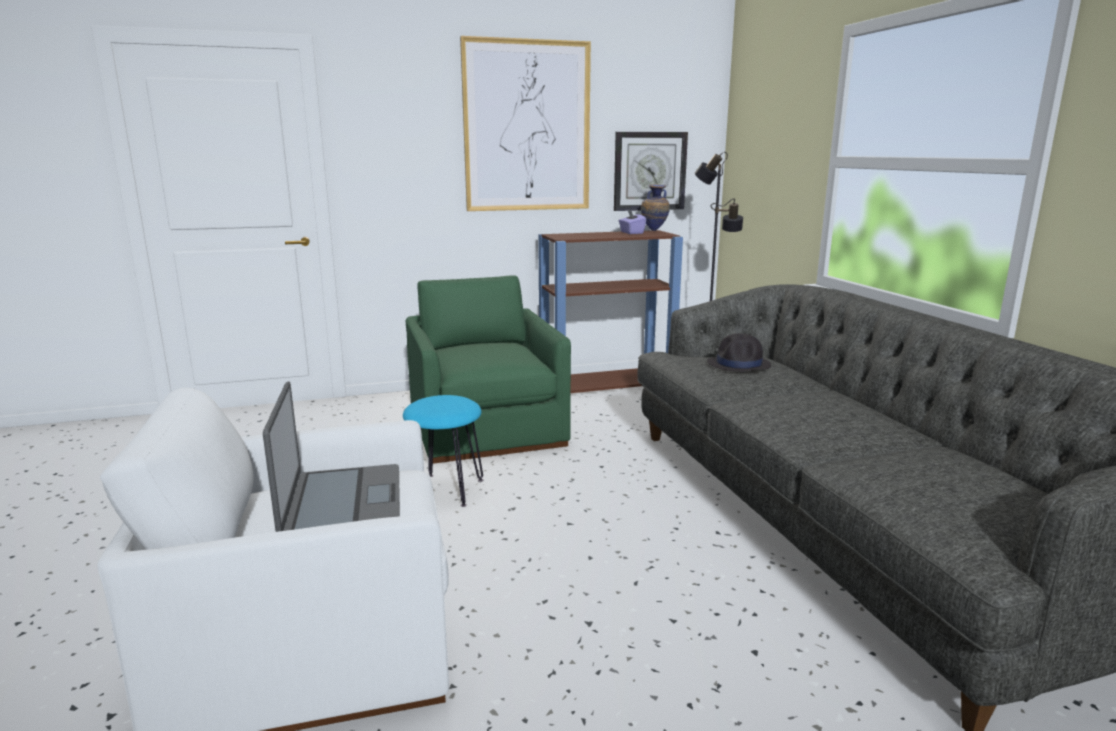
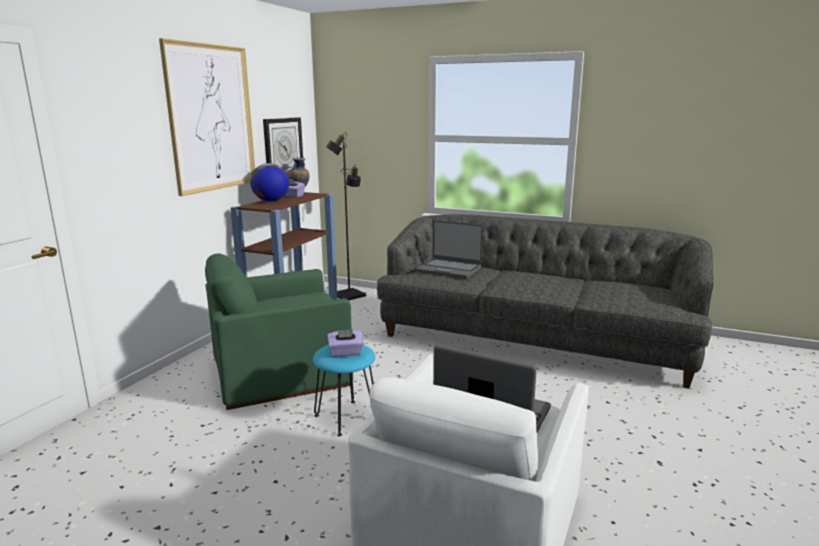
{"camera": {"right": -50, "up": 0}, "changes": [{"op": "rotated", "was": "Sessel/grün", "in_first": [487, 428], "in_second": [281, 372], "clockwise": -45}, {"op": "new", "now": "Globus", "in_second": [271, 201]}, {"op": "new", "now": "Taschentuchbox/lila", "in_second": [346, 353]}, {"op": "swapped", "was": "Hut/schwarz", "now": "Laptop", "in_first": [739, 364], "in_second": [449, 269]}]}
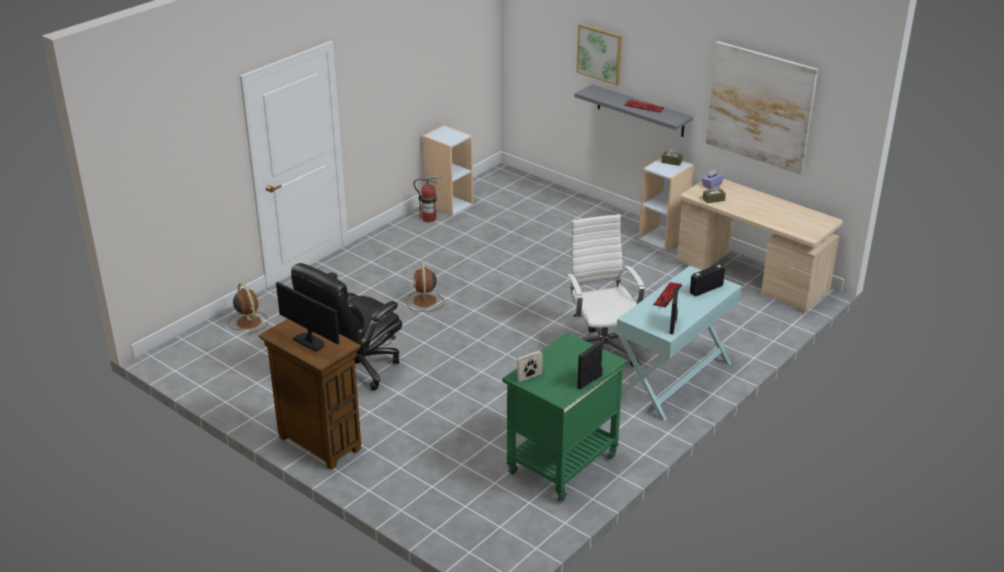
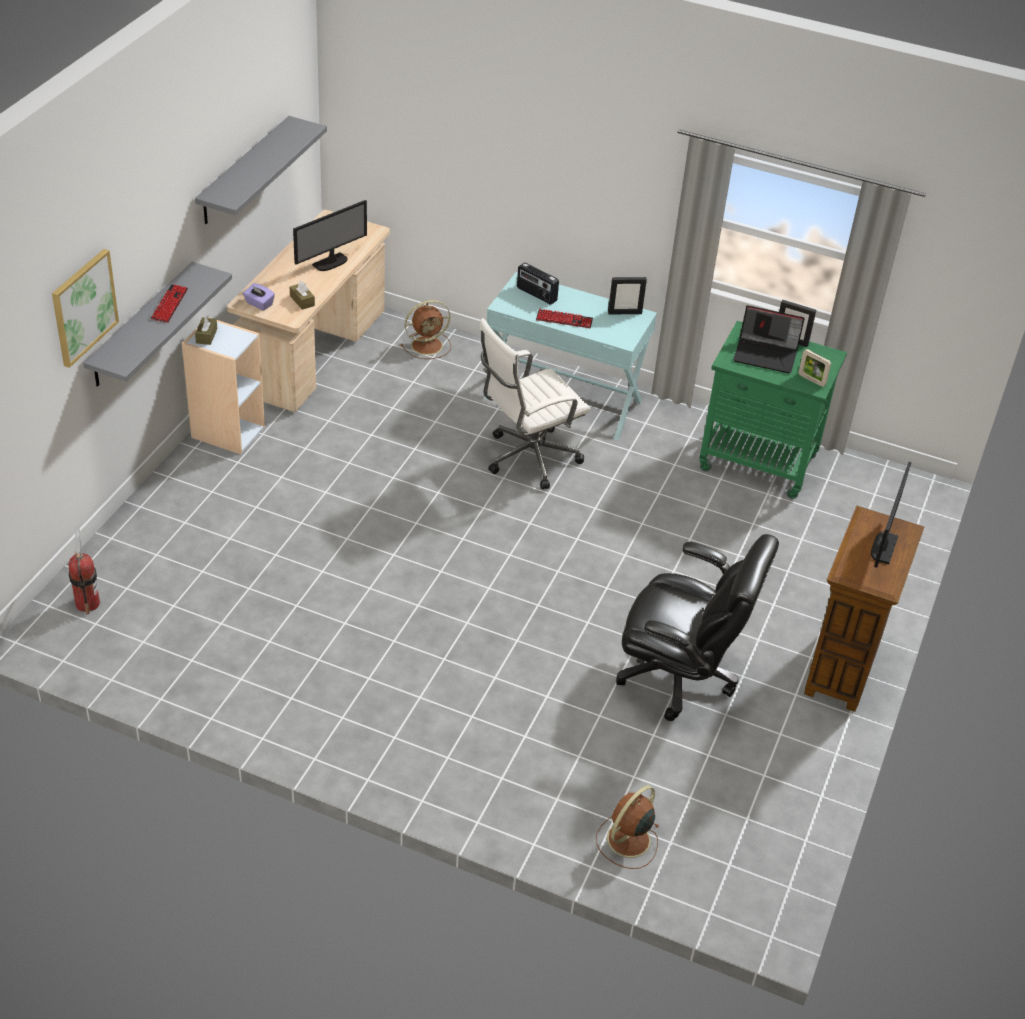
{"camera": {"right": -110, "up": 10}, "changes": [{"op": "shifted", "was": "Feuerlöscher", "in_first": [429, 219], "in_second": [87, 603]}, {"op": "swapped", "was": "Bild", "now": "Wandregal/grau", "in_first": [760, 107], "in_second": [244, 171]}, {"op": "new", "now": "Monitor", "in_second": [331, 263]}, {"op": "shifted", "was": "Ventilator/braun", "in_first": [424, 302], "in_second": [428, 345]}, {"op": "new", "now": "Laptop", "in_second": [766, 354]}, {"op": "gone", "was": "Bücherregal", "in_first": [448, 204]}]}
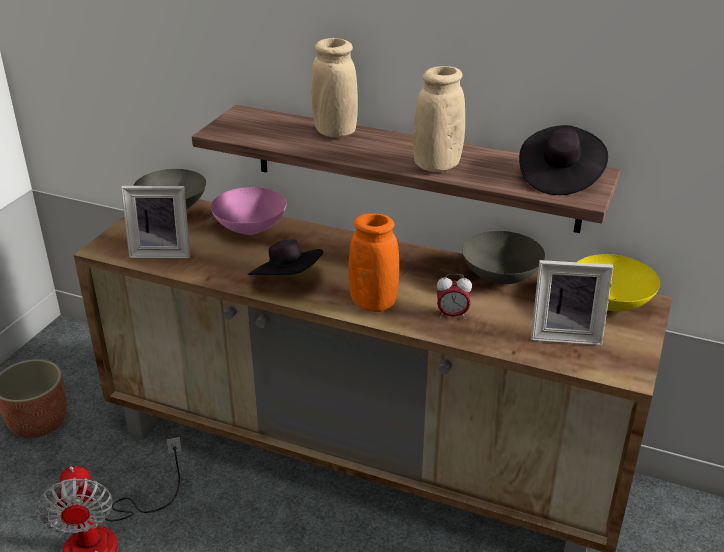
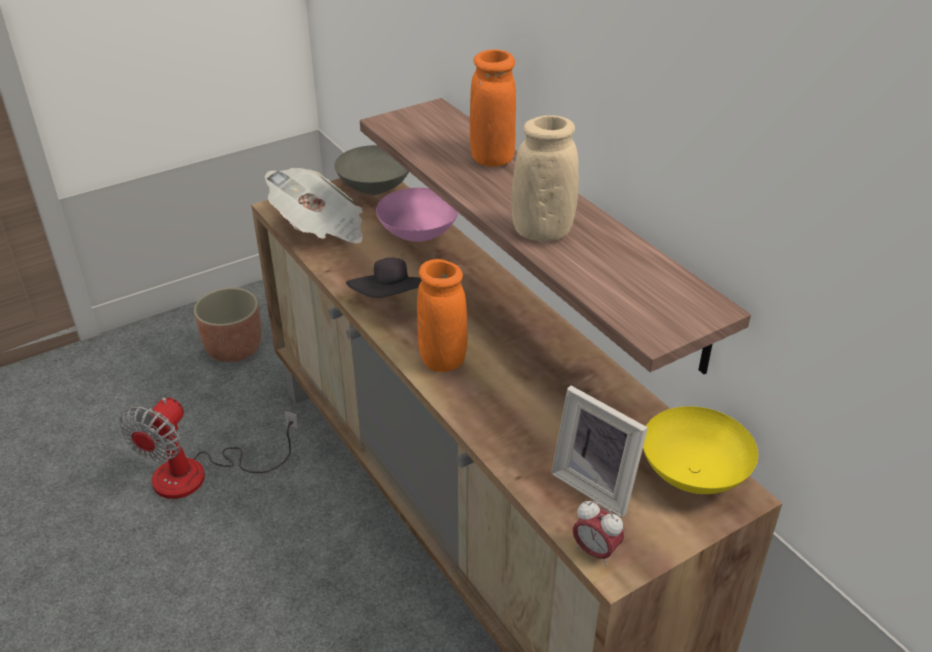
{"camera": {"right": 35, "up": 5}, "changes": [{"op": "swapped", "was": "Bilderrahmen", "now": "Zeitung", "in_first": [162, 251], "in_second": [320, 228]}, {"op": "repainted", "was": "Vase/beige", "now": "Vase/orange", "in_first": [335, 132], "in_second": [492, 158]}, {"op": "shifted", "was": "Wecker", "in_first": [452, 315], "in_second": [595, 551]}, {"op": "gone", "was": "Schüssel/grau", "in_first": [500, 277]}, {"op": "gone", "was": "Hut/schwarz", "in_first": [559, 178]}]}
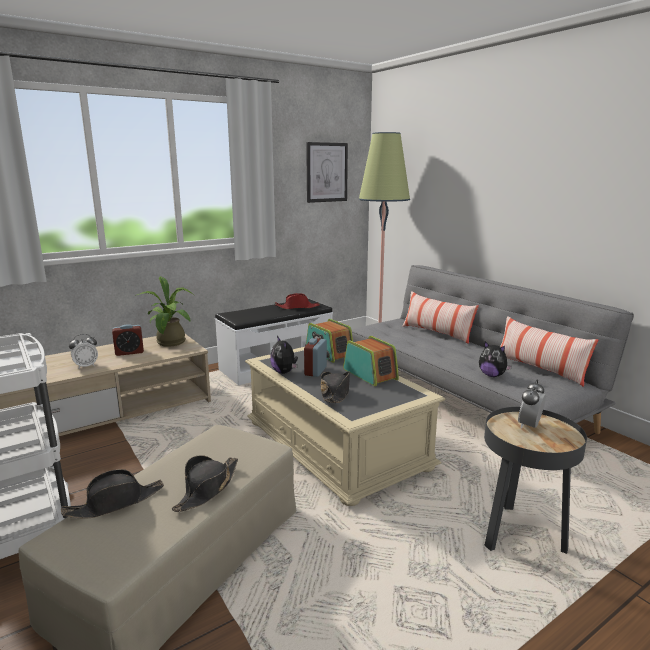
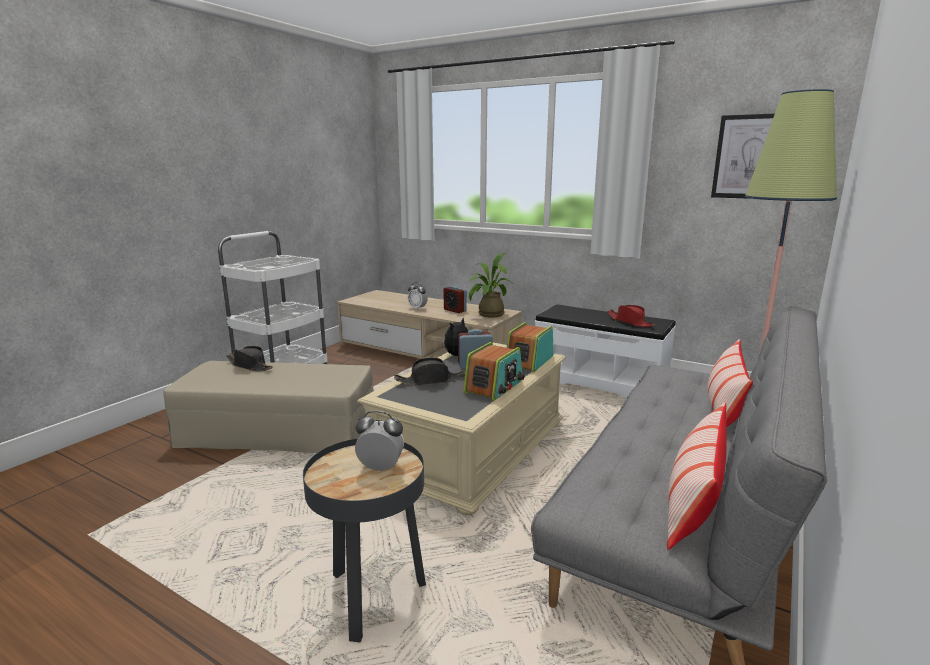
{"camera": {"right": 65, "up": 0}, "changes": [{"op": "gone", "was": "Hut/schwarz", "in_first": [207, 489]}, {"op": "gone", "was": "Plüschtier", "in_first": [492, 375]}]}
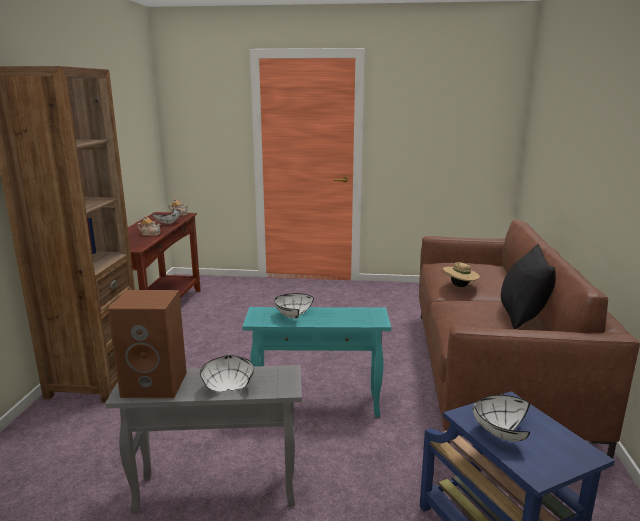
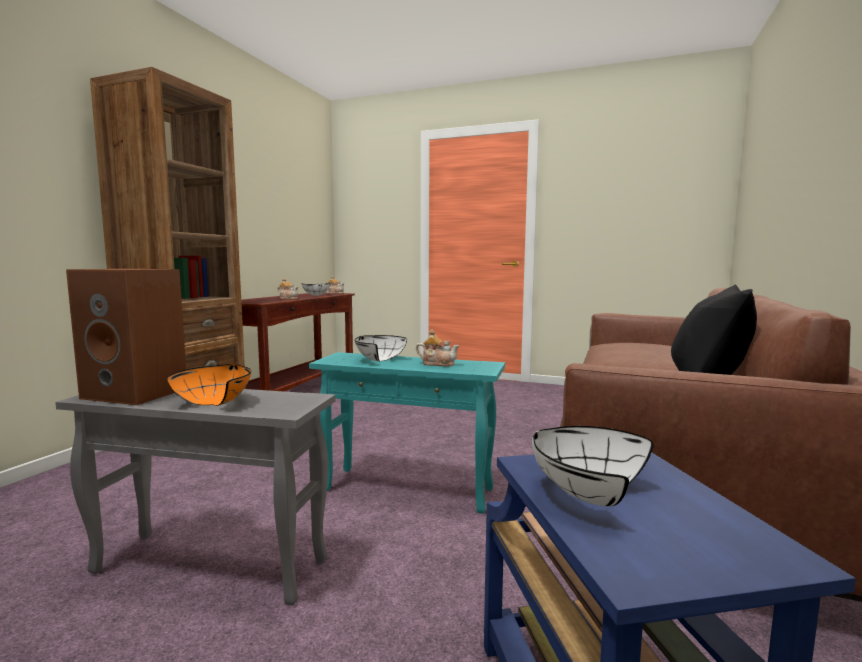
{"camera": {"right": 15, "up": -10}, "changes": [{"op": "repainted", "was": "Schüssel/weiß", "now": "Schüssel/orange", "in_first": [228, 386], "in_second": [217, 402]}, {"op": "new", "now": "Teekanne", "in_second": [437, 363]}, {"op": "gone", "was": "Hut/beige", "in_first": [460, 286]}]}
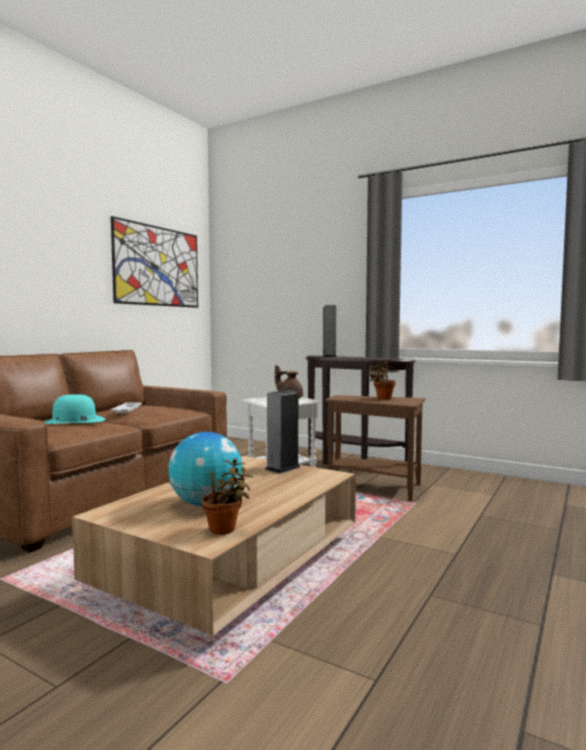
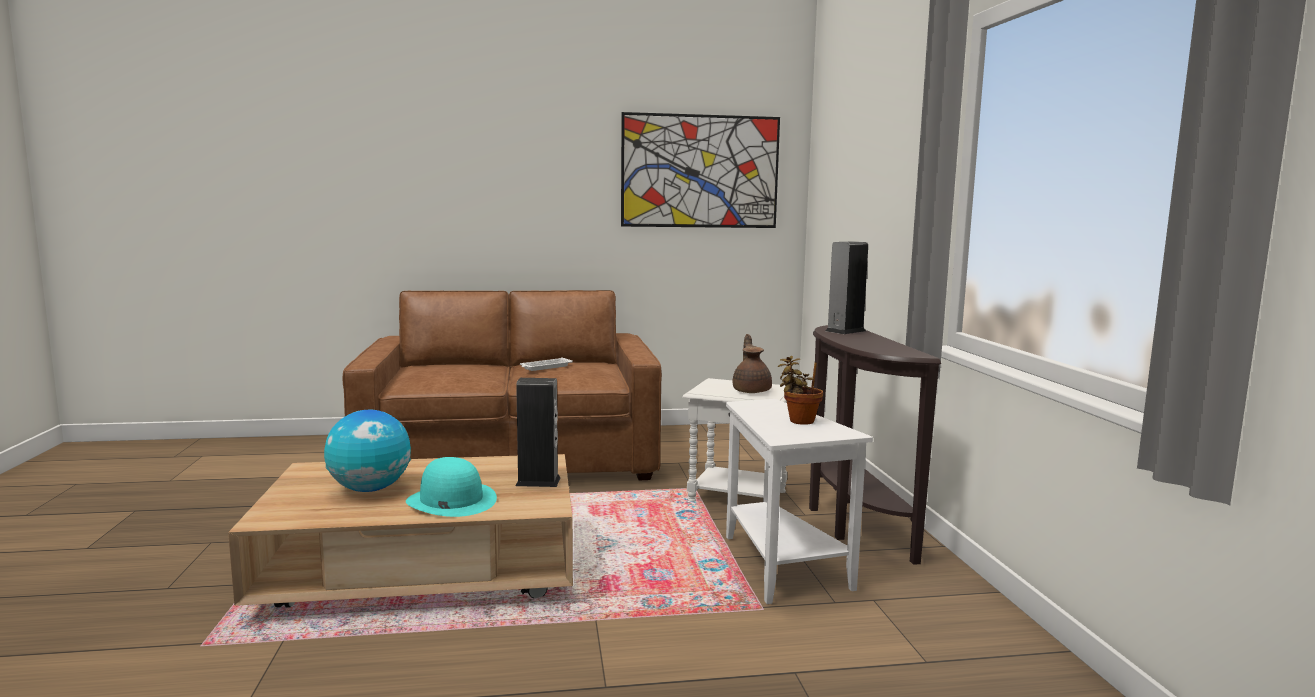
{"camera": {"right": 50, "up": 5}, "changes": [{"op": "shifted", "was": "Hut/türkis", "in_first": [74, 421], "in_second": [451, 500]}, {"op": "repainted", "was": "Beistelltisch/braun", "now": "Beistelltisch/weiß", "in_first": [377, 487], "in_second": [781, 567]}, {"op": "gone", "was": "Topfpflanze", "in_first": [225, 529]}]}
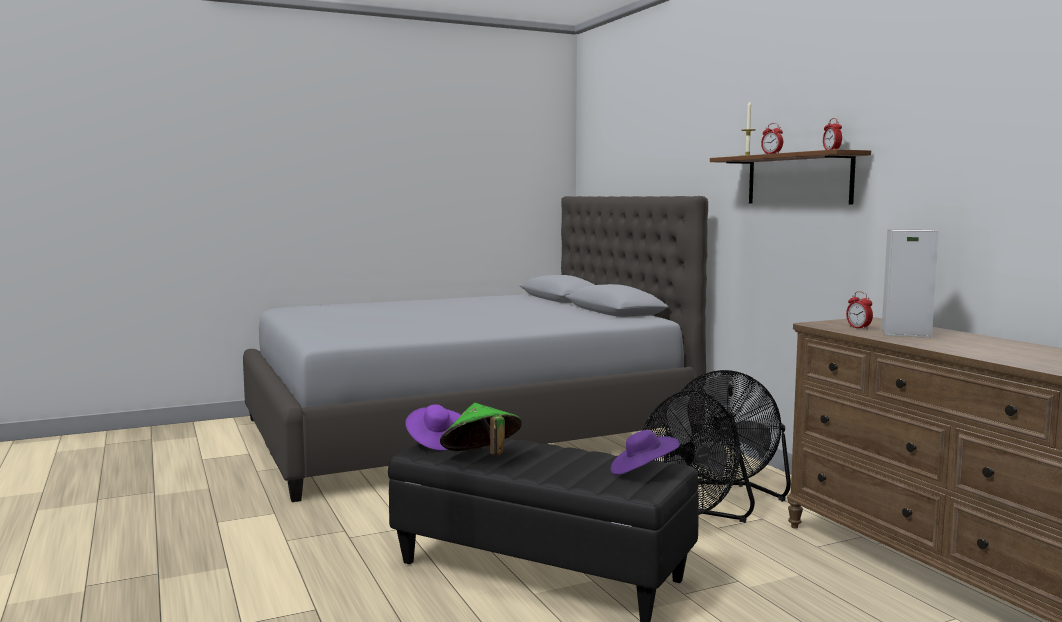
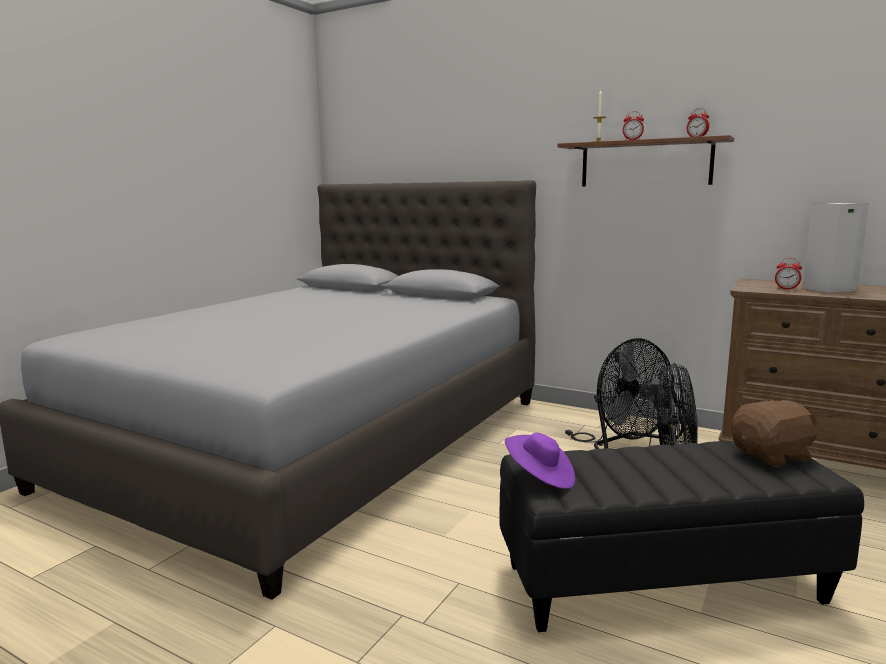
{"camera": {"right": -35, "up": 5}, "changes": [{"op": "swapped", "was": "Hut/lila", "now": "Plüschtier/braun", "in_first": [642, 472], "in_second": [772, 455]}, {"op": "gone", "was": "Hut/grün", "in_first": [481, 458]}]}
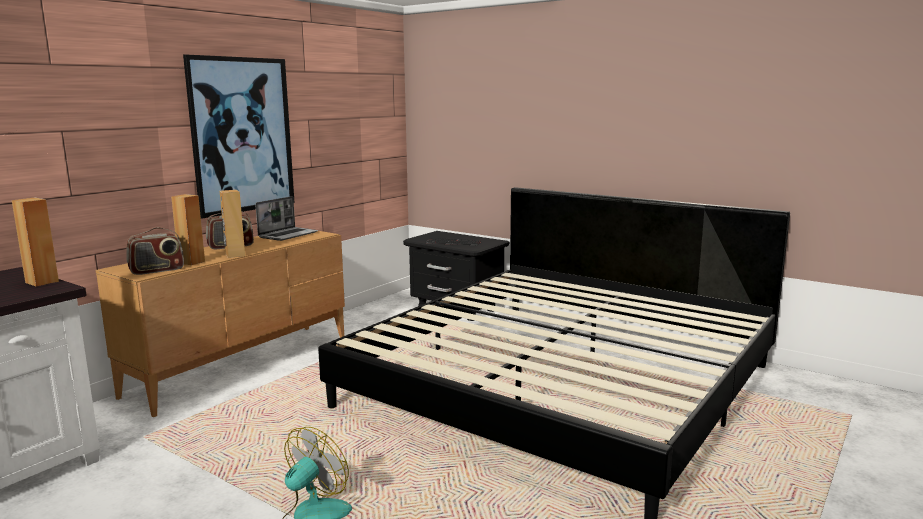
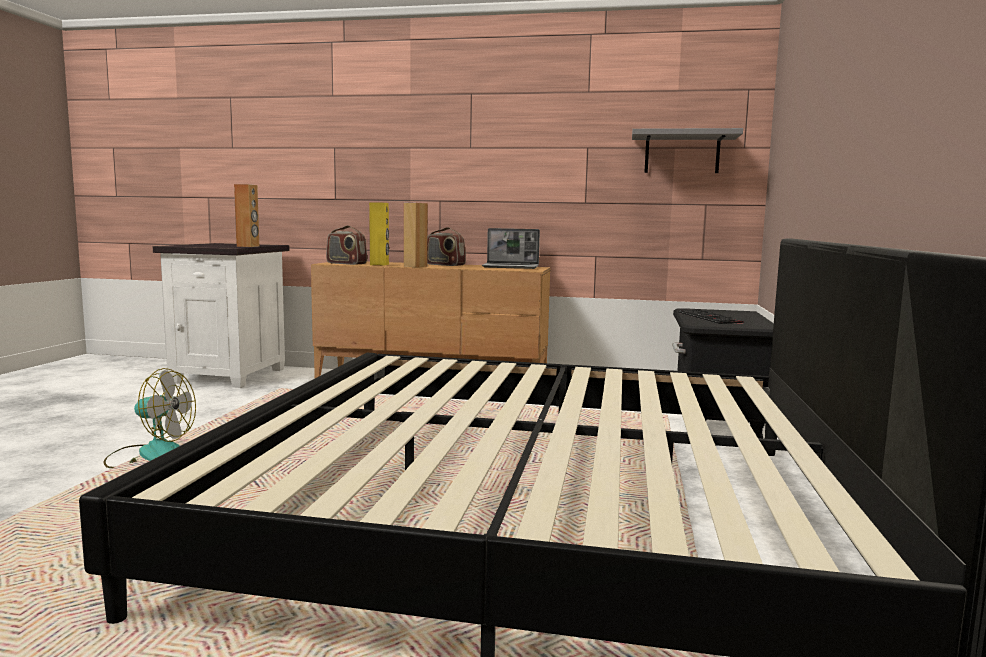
{"camera": {"right": 65, "up": -5}, "changes": [{"op": "repainted", "was": "Lautsprecher/braun", "now": "Lautsprecher/gelb", "in_first": [192, 262], "in_second": [379, 264]}, {"op": "new", "now": "Wandregal/grau", "in_second": [682, 153]}, {"op": "gone", "was": "Bild", "in_first": [242, 135]}]}
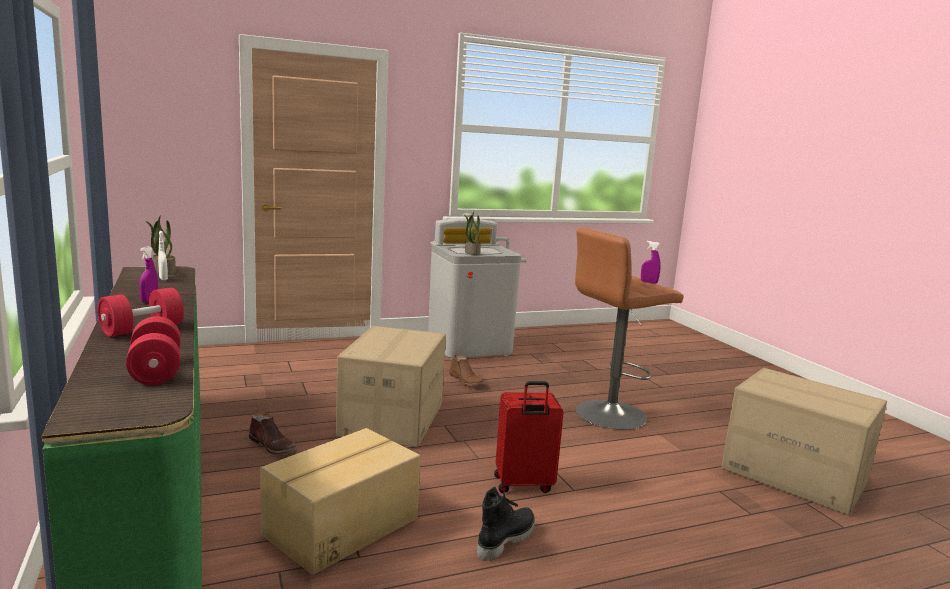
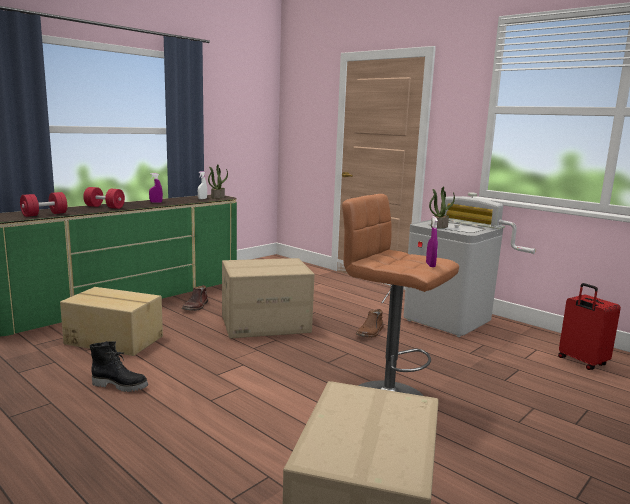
{"camera": {"right": 65, "up": 0}, "changes": [{"op": "shifted", "was": "Koffer/rot", "in_first": [523, 485], "in_second": [581, 362]}]}
